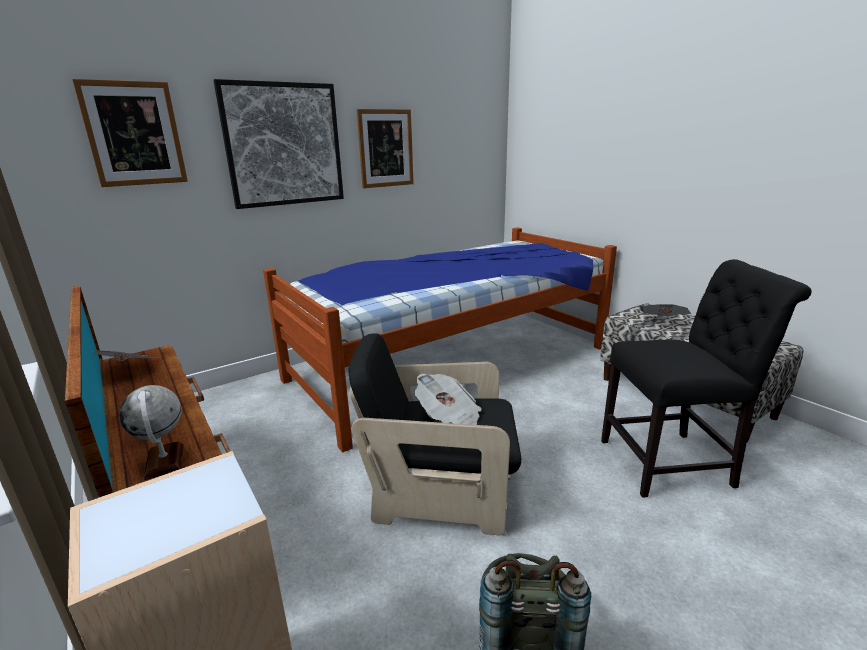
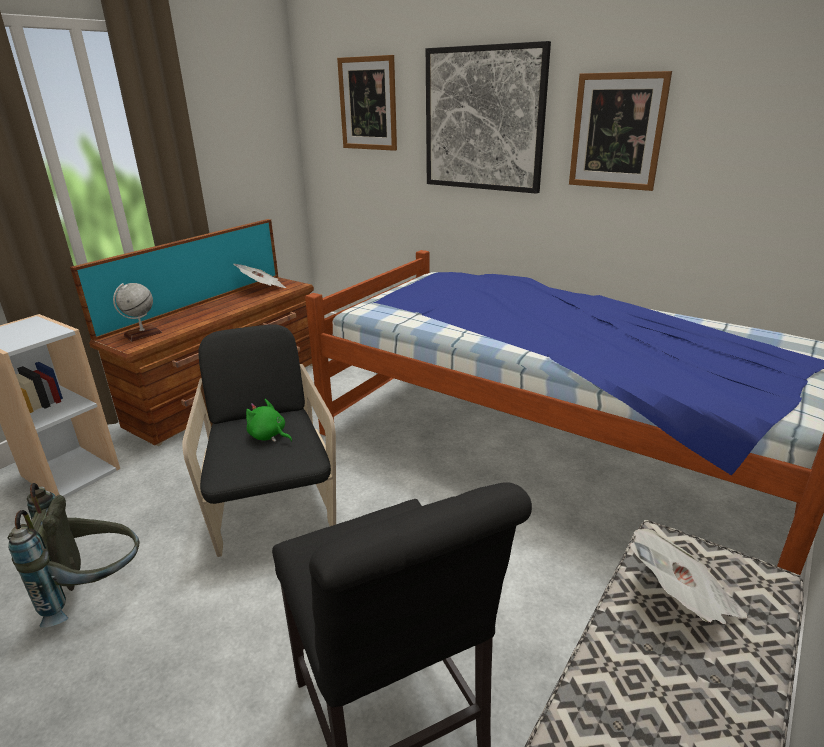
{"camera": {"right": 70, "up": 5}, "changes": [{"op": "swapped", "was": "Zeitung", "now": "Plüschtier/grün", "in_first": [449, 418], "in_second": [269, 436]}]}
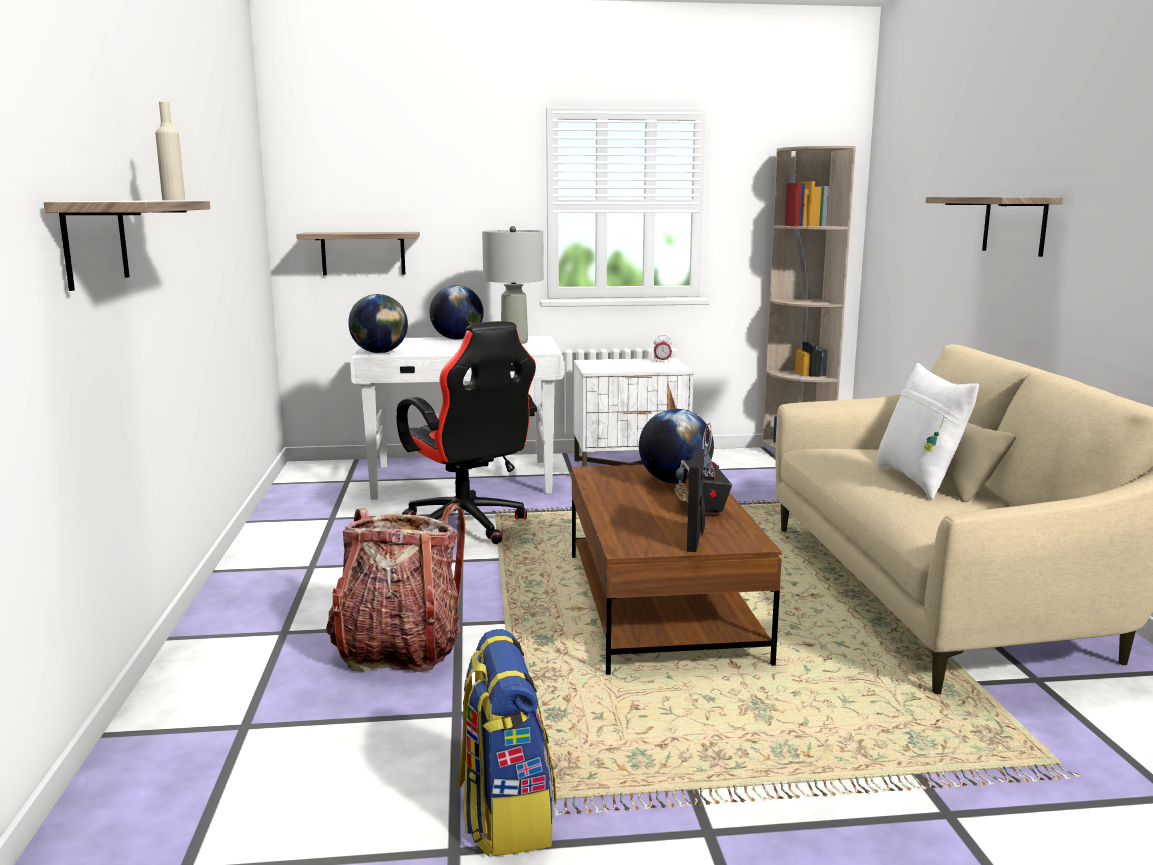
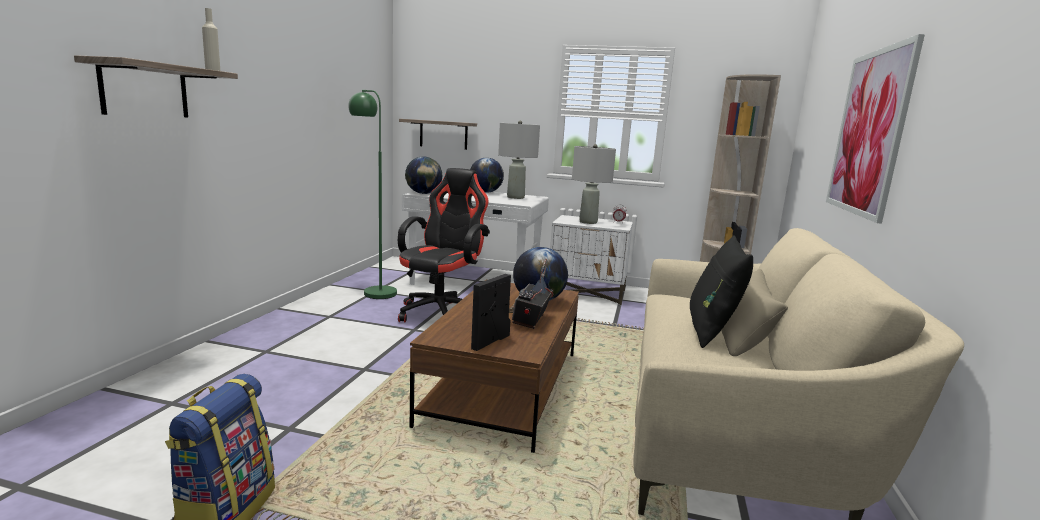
{"camera": {"right": 20, "up": 0}, "changes": [{"op": "new", "now": "Stehlampe/grün", "in_second": [374, 292]}, {"op": "rotated", "was": "Bürostuhl/schwarz", "in_first": [468, 530], "in_second": [442, 312], "clockwise": -150}, {"op": "new", "now": "Tischlampe/grau", "in_second": [588, 222]}, {"op": "repainted", "was": "Kissen/weiß", "now": "Kissen/schwarz", "in_first": [918, 481], "in_second": [711, 332]}, {"op": "swapped", "was": "Wandregal", "now": "Bild", "in_first": [1014, 225], "in_second": [868, 132]}, {"op": "gone", "was": "Rucksack", "in_first": [399, 649]}]}
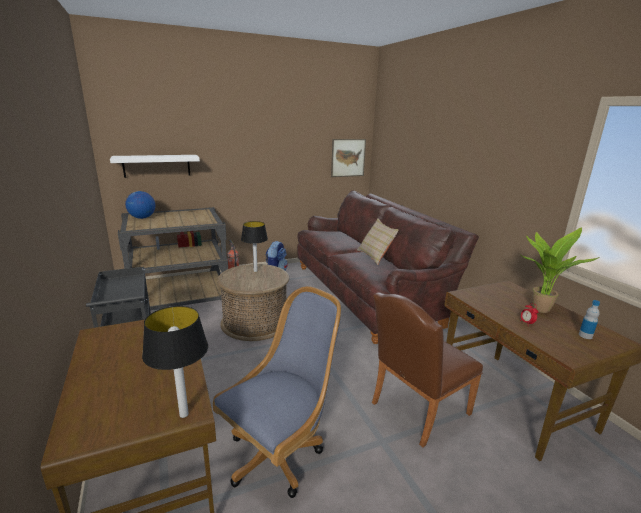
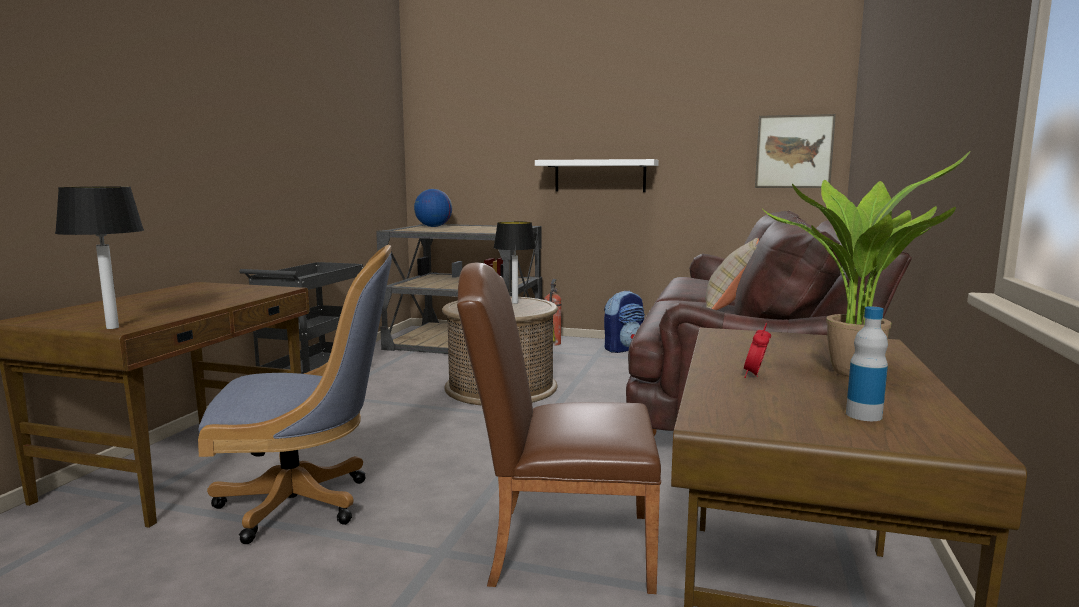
{"camera": {"right": 40, "up": -10}, "changes": [{"op": "shifted", "was": "Wandregal/weiß", "in_first": [157, 165], "in_second": [600, 176]}]}
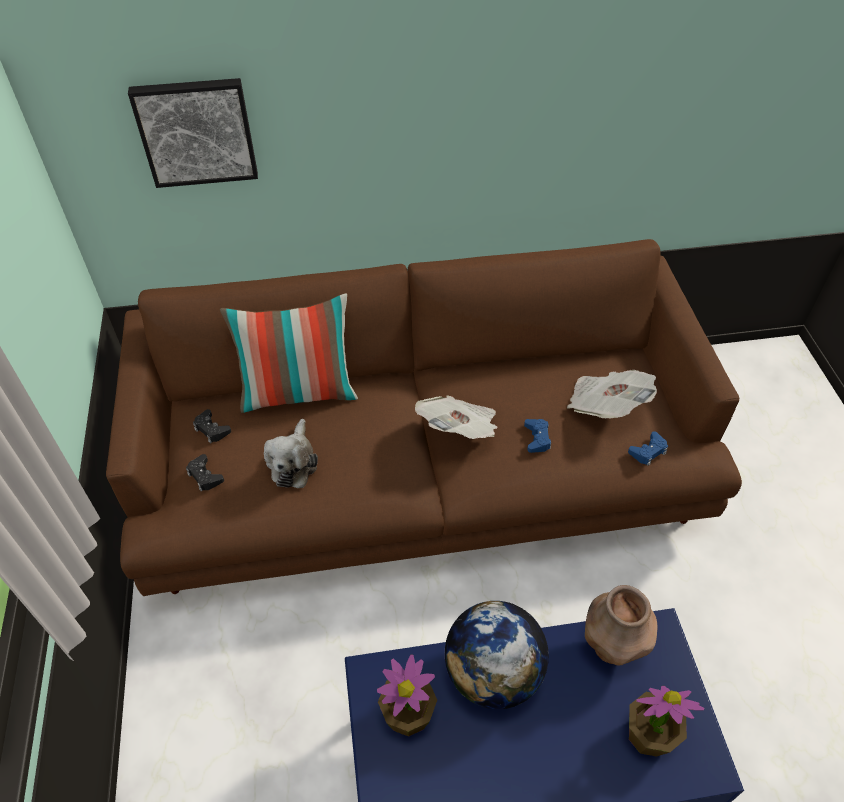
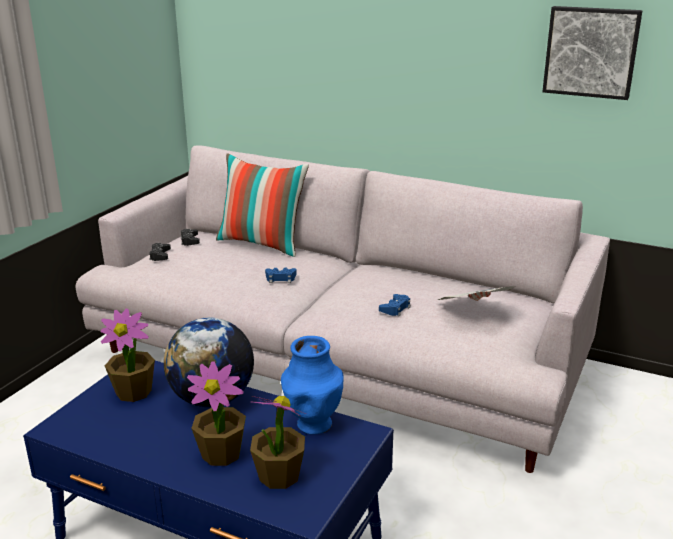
{"camera": {"right": 35, "up": -25}, "changes": [{"op": "repainted", "was": "Sofa/braun", "now": "Sofa/weiß", "in_first": [422, 471], "in_second": [338, 360]}, {"op": "new", "now": "Topfpflanze", "in_second": [221, 453]}, {"op": "shifted", "was": "Gamepad/blau", "in_first": [648, 451], "in_second": [280, 278]}, {"op": "repainted", "was": "Vase/braun", "now": "Vase/blau", "in_first": [611, 647], "in_second": [313, 424]}, {"op": "shifted", "was": "Bild", "in_first": [196, 131], "in_second": [591, 52]}, {"op": "gone", "was": "Plüschtier", "in_first": [293, 462]}, {"op": "gone", "was": "Zeitung", "in_first": [459, 430]}]}
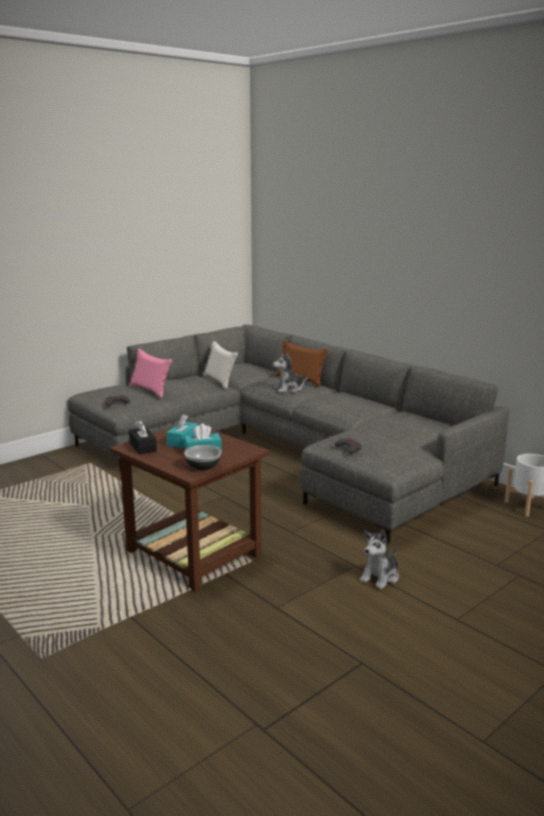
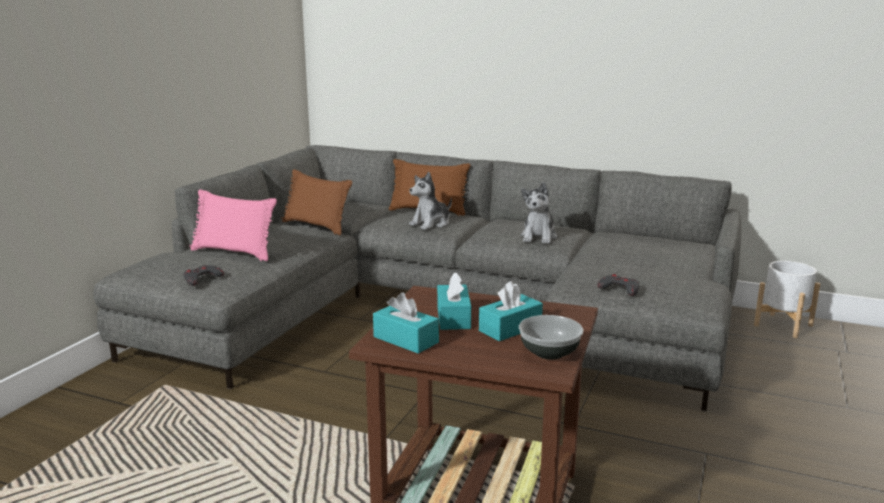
{"camera": {"right": -25, "up": 0}, "changes": [{"op": "repainted", "was": "Kissen/weiß", "now": "Kissen/braun", "in_first": [220, 381], "in_second": [317, 226]}, {"op": "repainted", "was": "Taschentuchbox/schwarz", "now": "Taschentuchbox/türkis", "in_first": [143, 447], "in_second": [405, 340]}, {"op": "shifted", "was": "Plüschtier", "in_first": [380, 577], "in_second": [539, 237]}]}
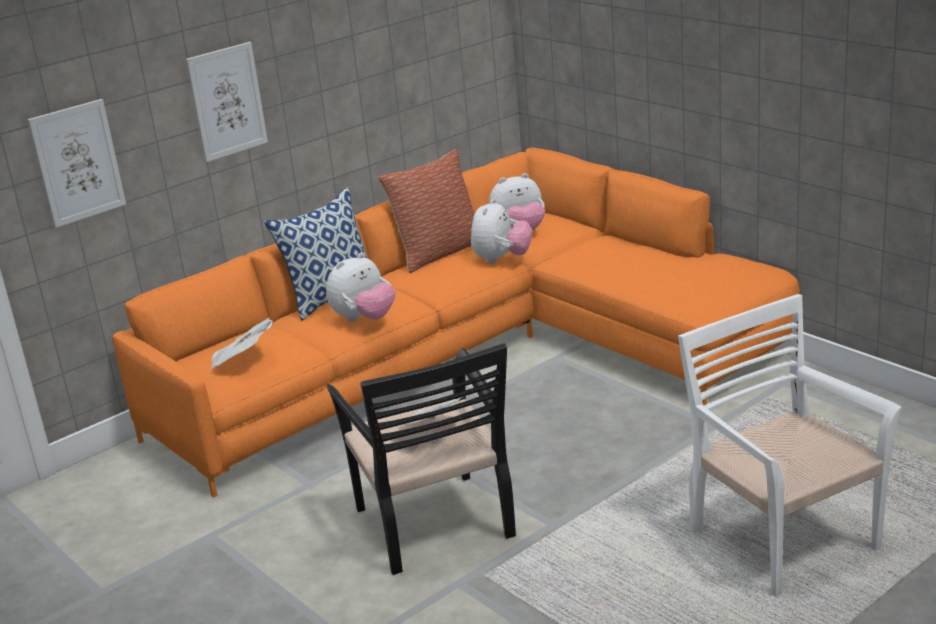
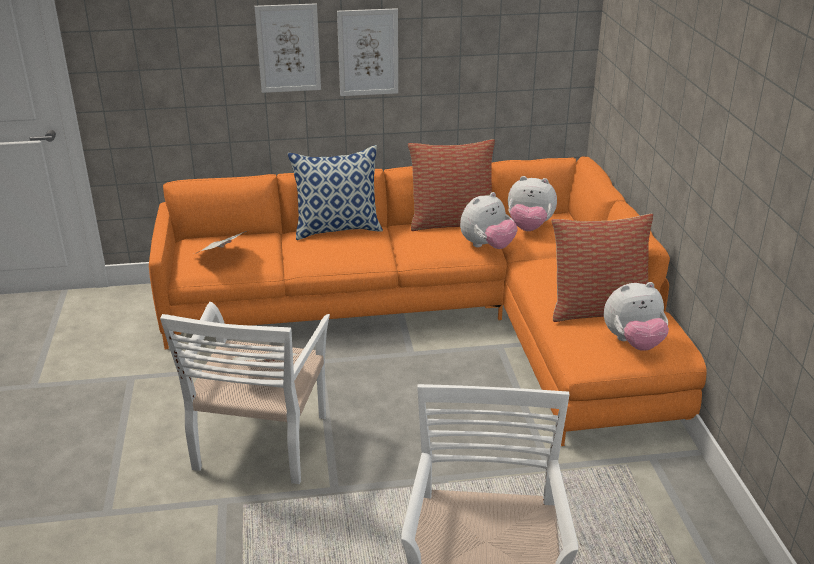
{"camera": {"right": 30, "up": 5}, "changes": [{"op": "repainted", "was": "Sessel/schwarz", "now": "Sessel/weiß", "in_first": [434, 524], "in_second": [261, 444]}, {"op": "shifted", "was": "Bild", "in_first": [77, 163], "in_second": [368, 52]}, {"op": "new", "now": "Kissen", "in_second": [598, 309]}, {"op": "shifted", "was": "Plüschtier", "in_first": [364, 319], "in_second": [633, 343]}]}
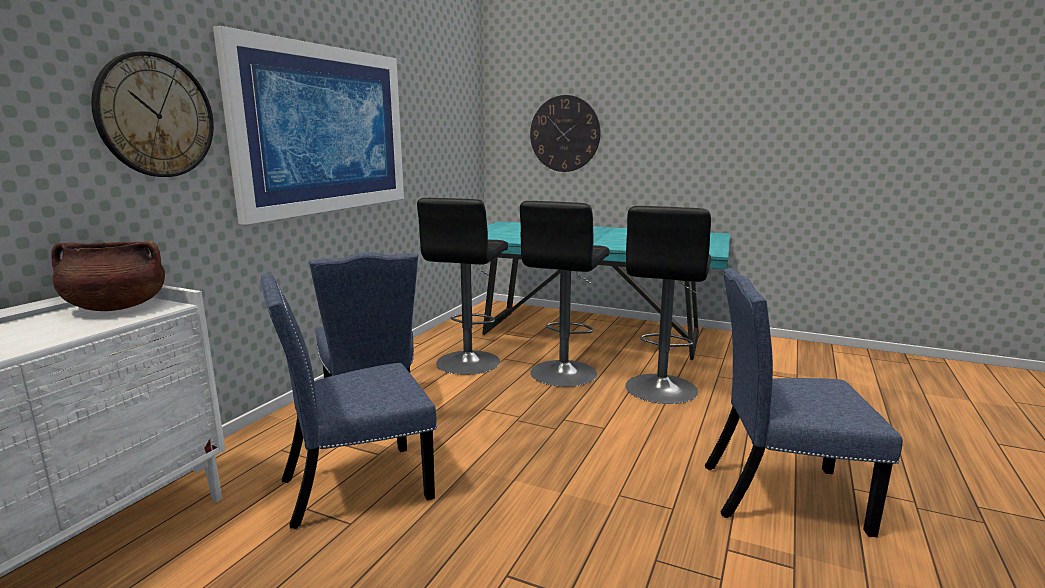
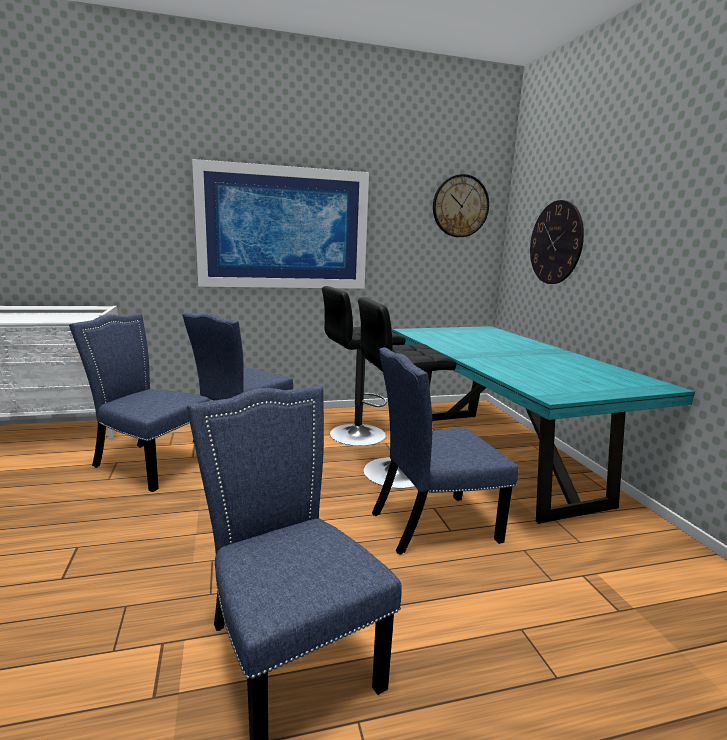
{"camera": {"right": 50, "up": 0}, "changes": [{"op": "swapped", "was": "Hocker/schwarz", "now": "Stuhl/blau", "in_first": [660, 389], "in_second": [436, 525]}, {"op": "shifted", "was": "Wanduhr", "in_first": [155, 116], "in_second": [460, 206]}, {"op": "gone", "was": "Kochtopf/braun", "in_first": [116, 307]}]}
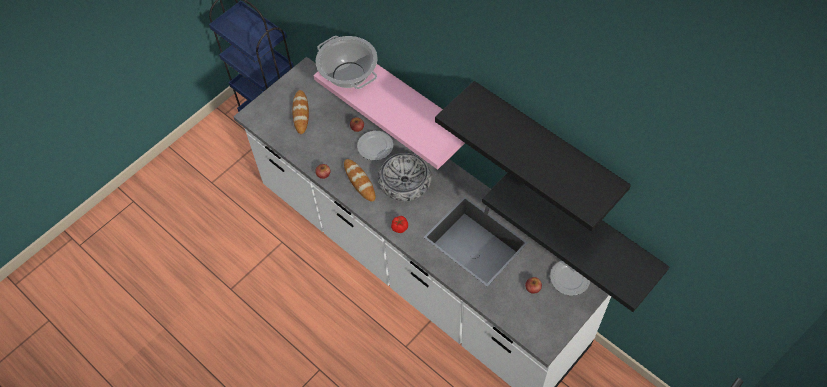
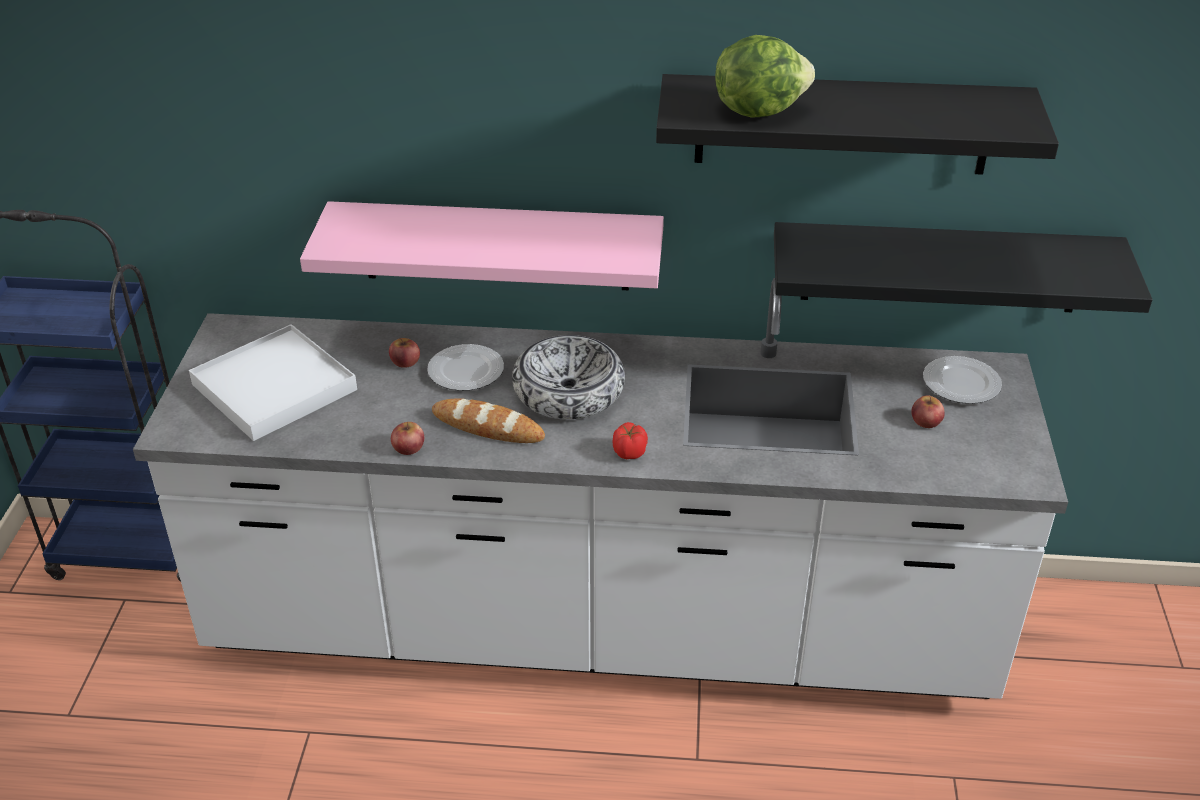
{"camera": {"right": -40, "up": -20}, "changes": [{"op": "swapped", "was": "Brot", "now": "Tablett/weiß", "in_first": [301, 113], "in_second": [275, 387]}, {"op": "new", "now": "Salatkopf", "in_second": [758, 110]}, {"op": "gone", "was": "Kochtopf", "in_first": [348, 75]}]}
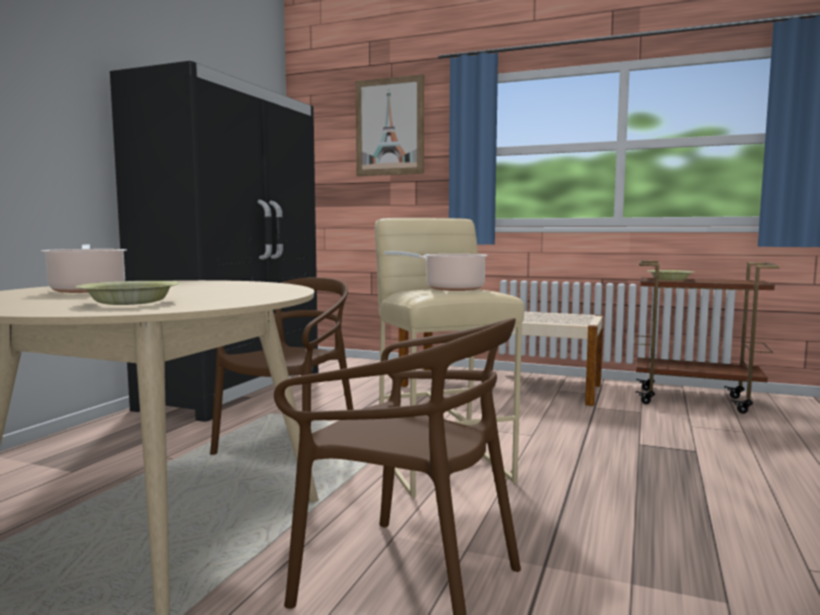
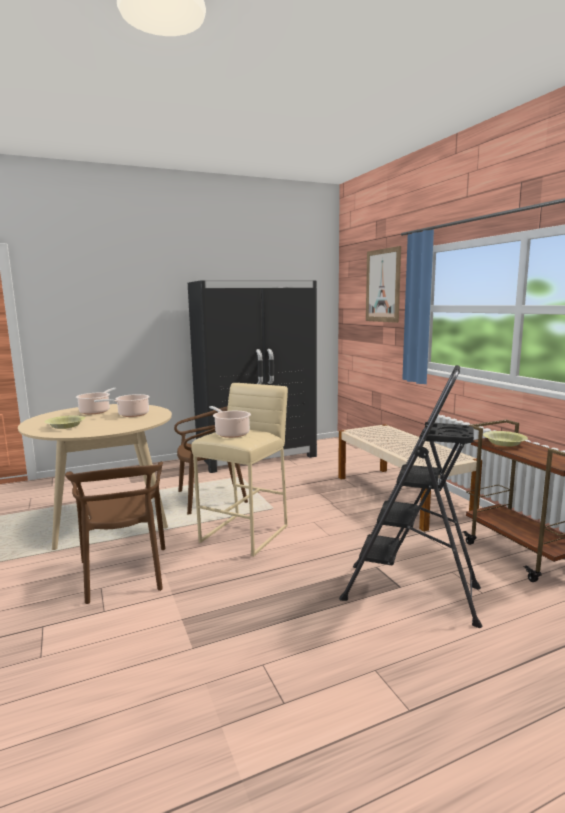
{"camera": {"right": 45, "up": 5}, "changes": [{"op": "new", "now": "Kochtopf", "in_second": [131, 415]}, {"op": "new", "now": "Trittleiter", "in_second": [413, 593]}]}
